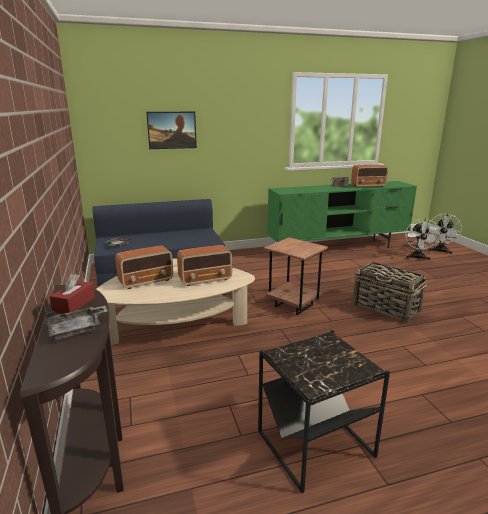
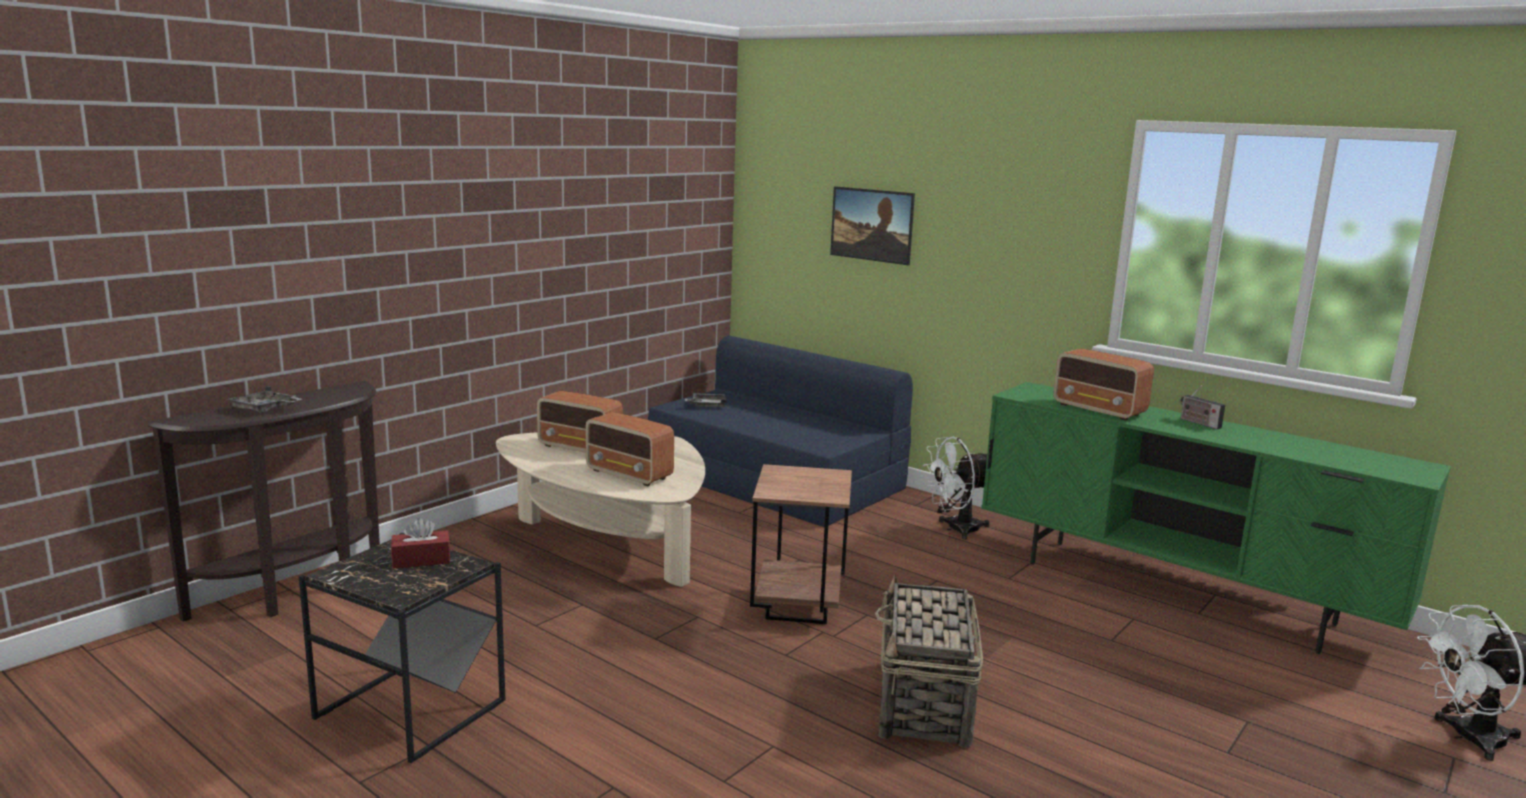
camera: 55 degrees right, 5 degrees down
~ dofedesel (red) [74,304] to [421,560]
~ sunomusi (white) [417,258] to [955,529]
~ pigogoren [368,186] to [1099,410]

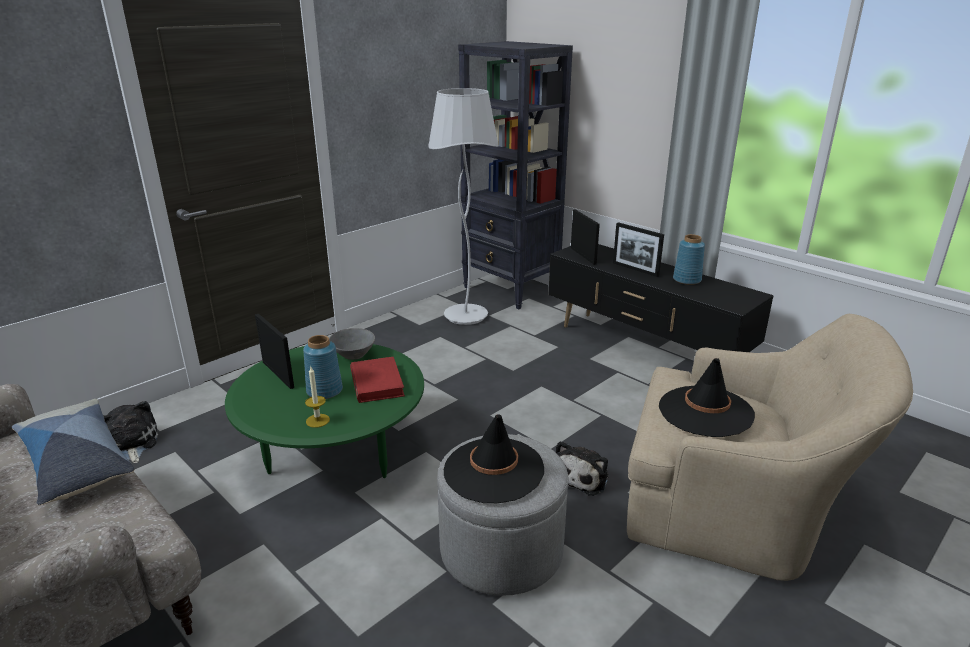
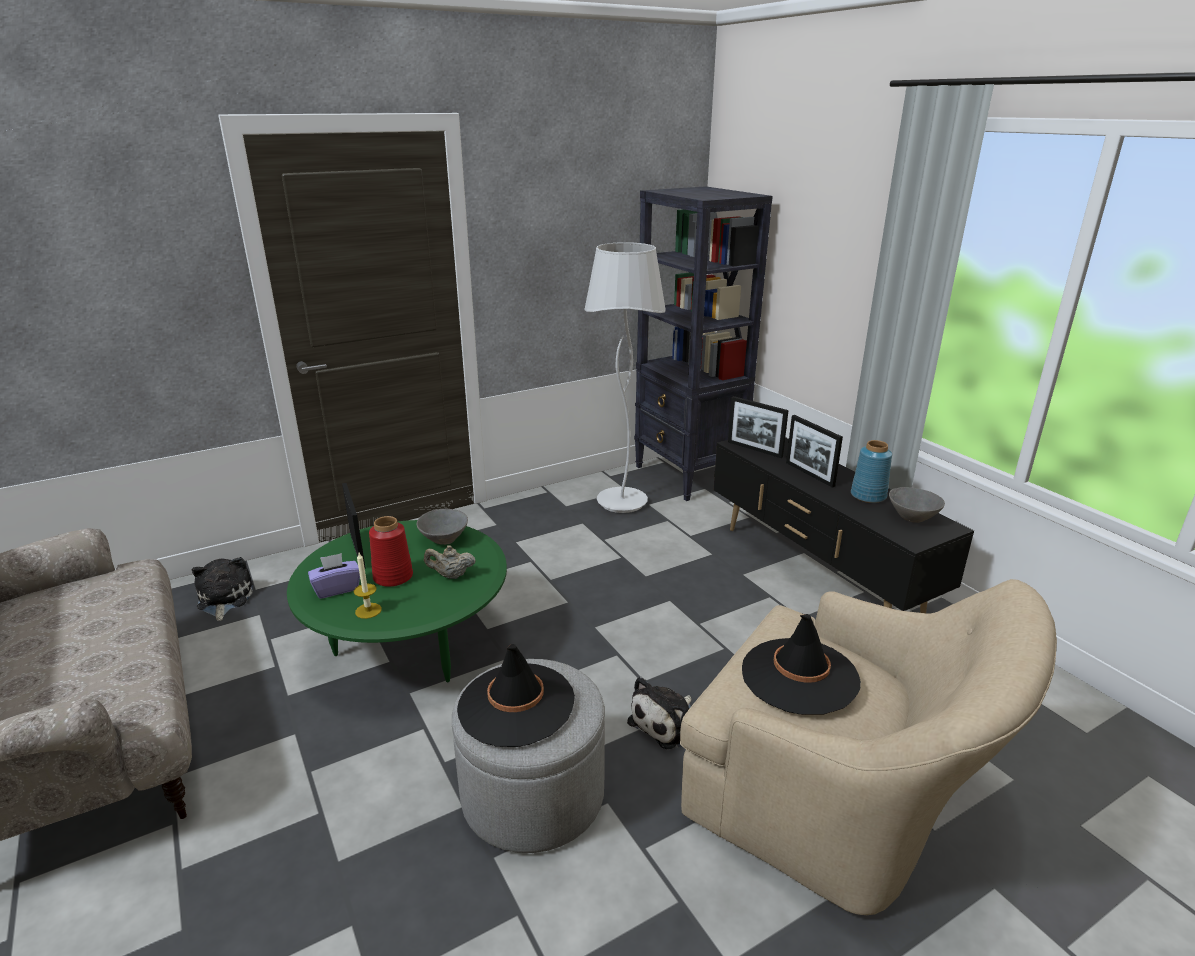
camera: 15 degrees right, 0 degrees up
+ dofedesel (purple) [337,588]
~ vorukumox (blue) [324,391] to vorukumox (red) [392,577]
~ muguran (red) [377,383] to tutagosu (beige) [451,575]
~ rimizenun [583,256] = [754,449] 135 degrees clockwise
+ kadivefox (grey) [912,517]
- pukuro [75,462]

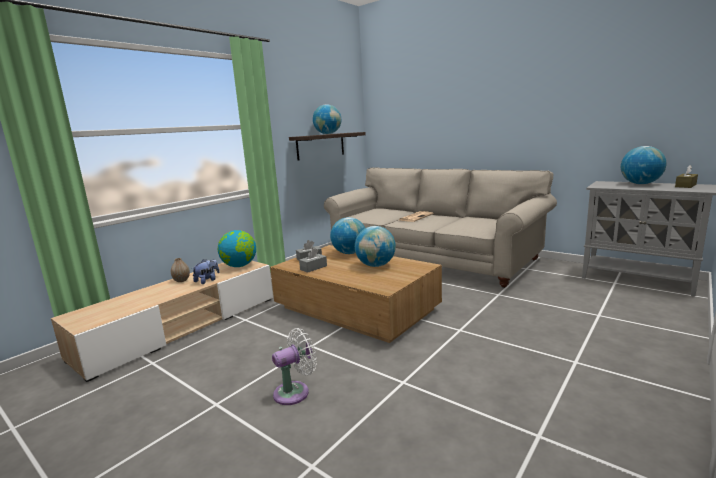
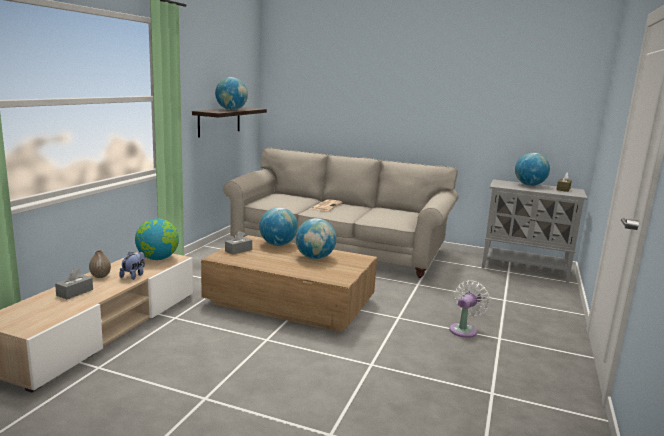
camera: 20 degrees left, 0 degrees up
~ dofedesel (grey) [313,268] to [75,292]
~ sunomusi (white) [295,392] to [464,330]

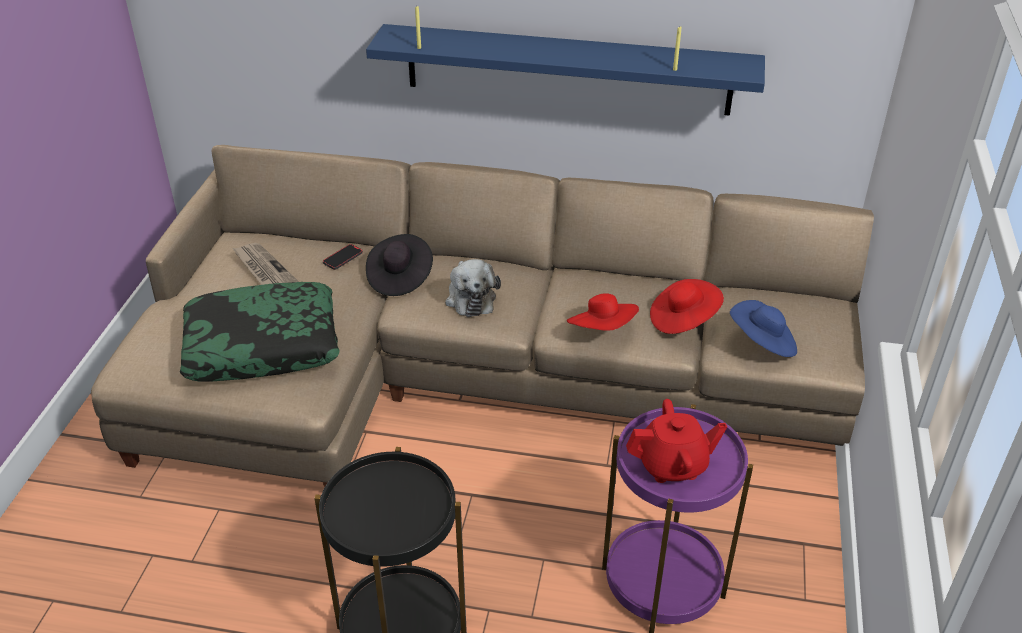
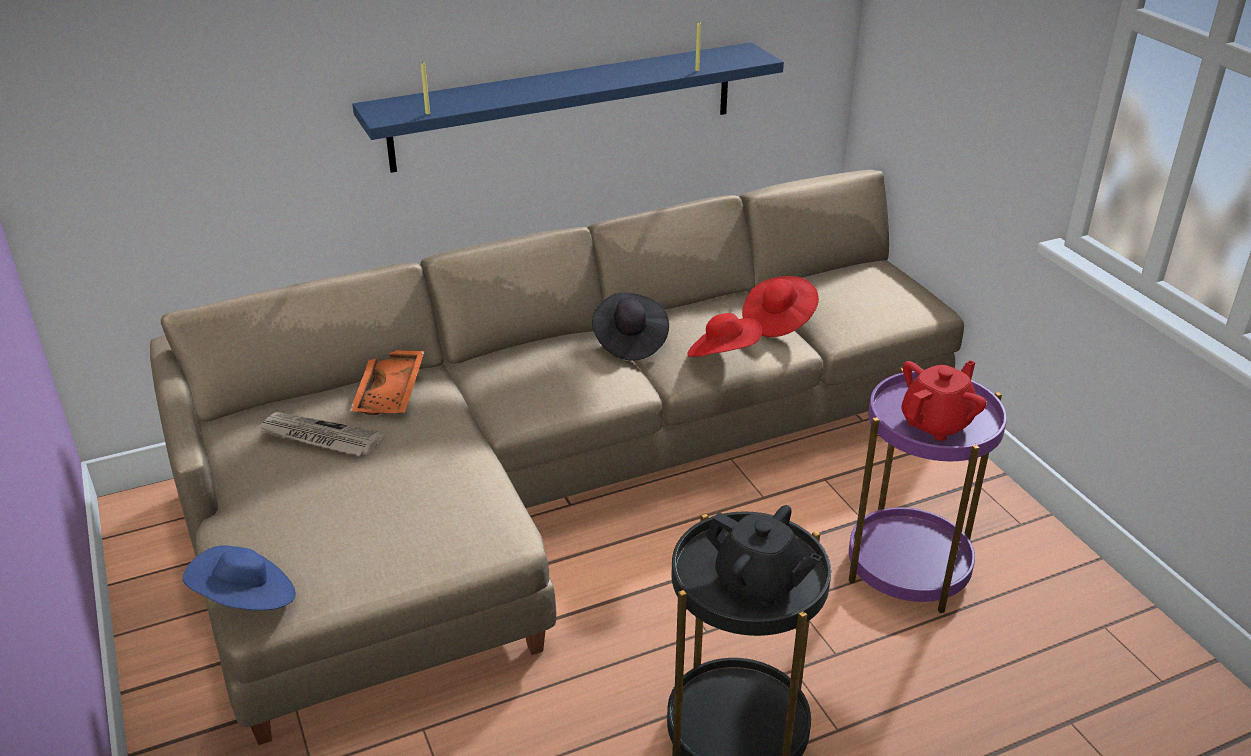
camera: 35 degrees left, 5 degrees down
~ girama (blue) [762,343] to [246,600]
~ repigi [343,258] to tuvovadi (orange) [391,392]
~ girama (black) [400,277] to [629,341]
+ tutagosu (black) [758,582]
- pukuro [262,345]
- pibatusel [470,297]

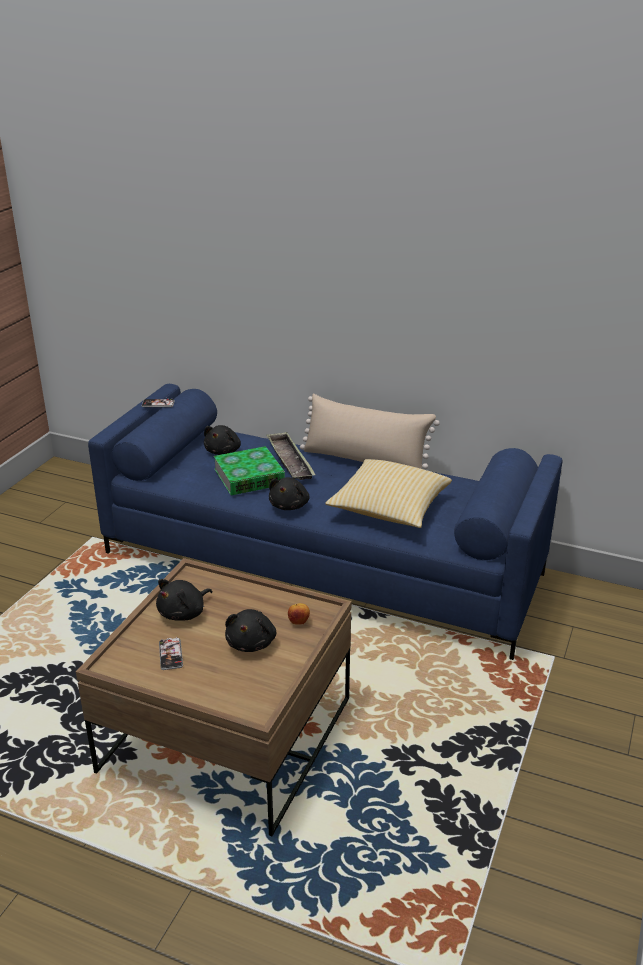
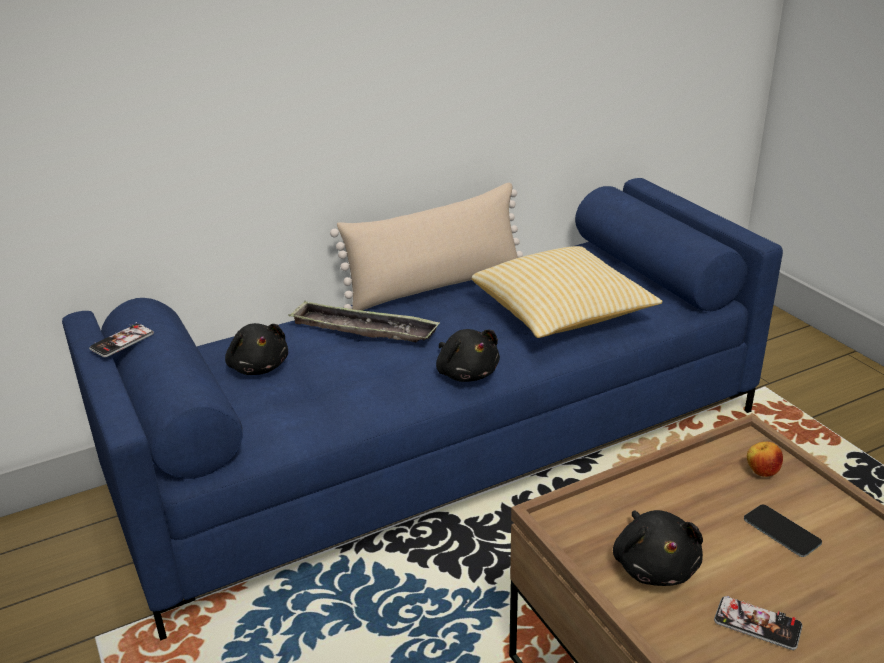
camera: 50 degrees left, 0 degrees up
~ pibatusel (black) [252,642] to repigi [781,531]
- muguran [249,477]

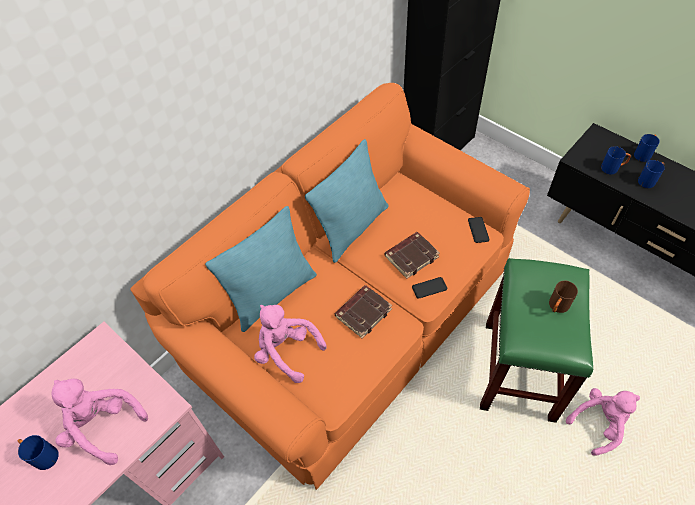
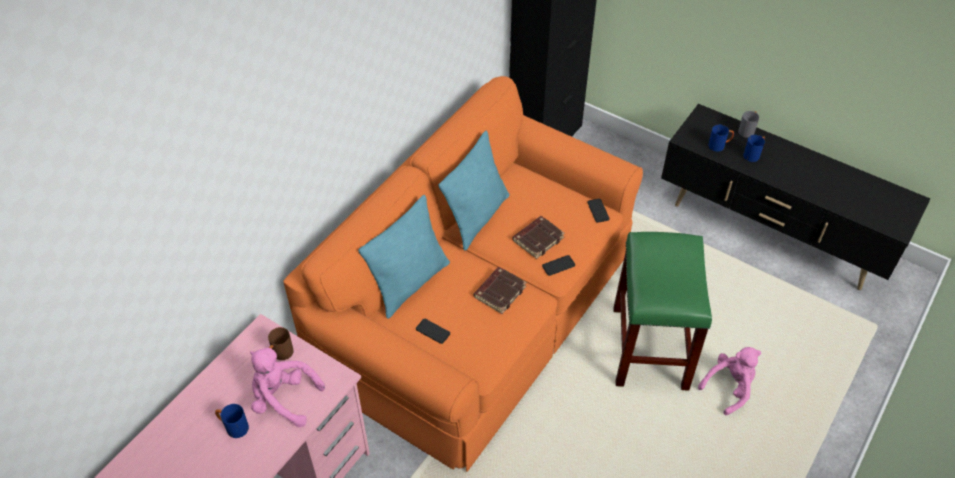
camera: 10 degrees left, 5 degrees down
~ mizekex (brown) [557,307] to [280,355]
~ pibatusel (pink) [286,351] to repigi [433,331]
~ mizekex (blue) [643,154] to mizekex (grey) [747,130]

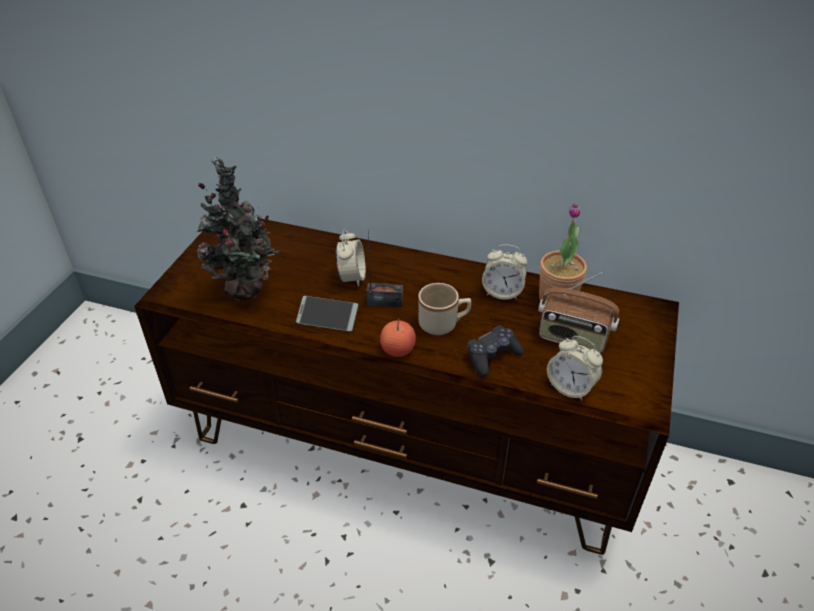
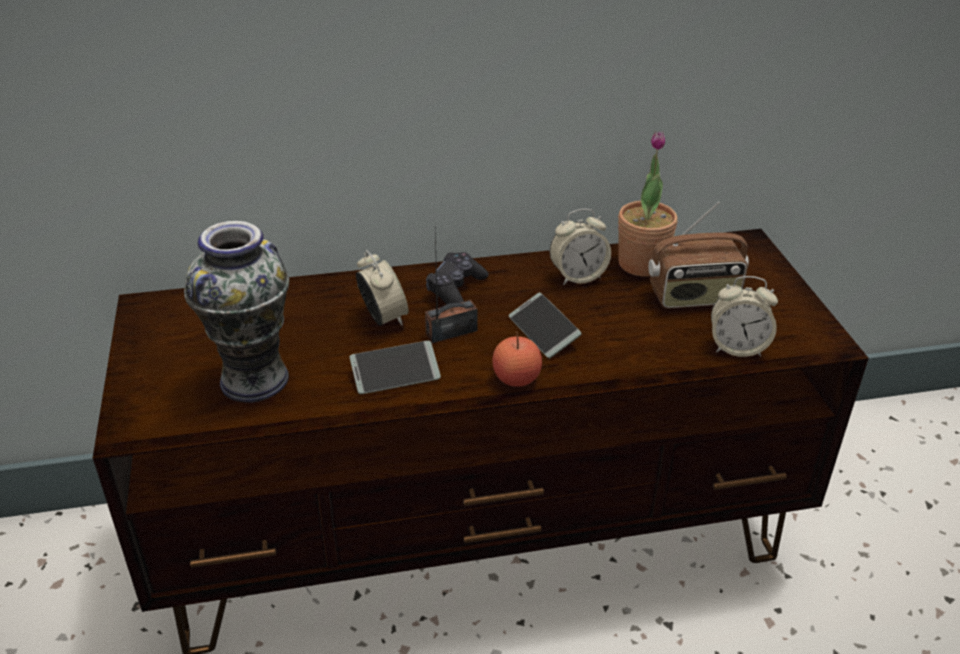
camera: 30 degrees left, 5 degrees down
~ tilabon [248,291] to vorukumox [254,380]
~ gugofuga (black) [492,356] to [456,289]
~ mizekex (beige) [443,324] to repigi [543,332]

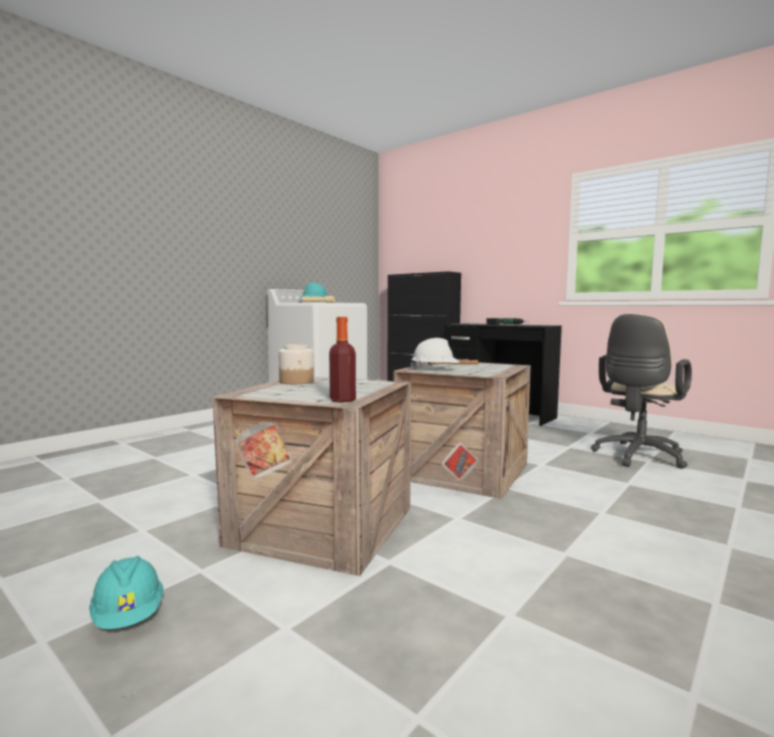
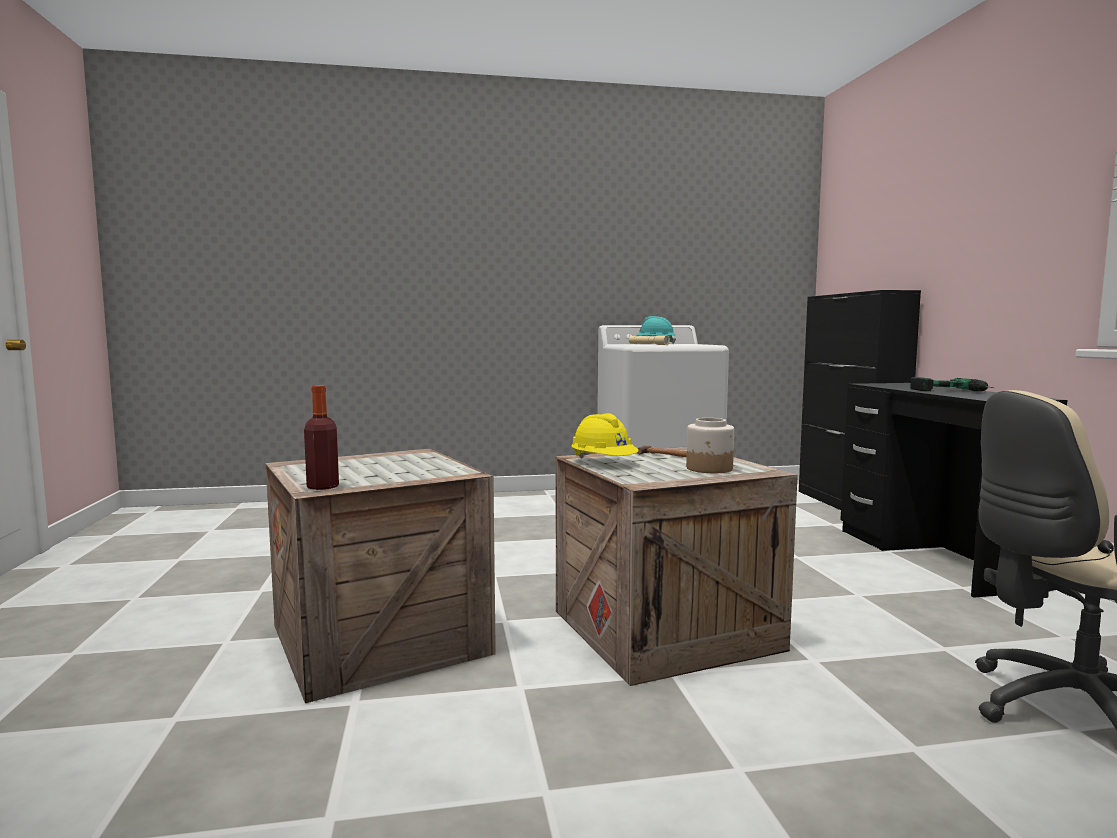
camera: 40 degrees right, 0 degrees up
~ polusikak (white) [435,370] to polusikak (yellow) [603,463]
~ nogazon [297,381] to [709,469]
- polusikak (turquoise) [129,616]

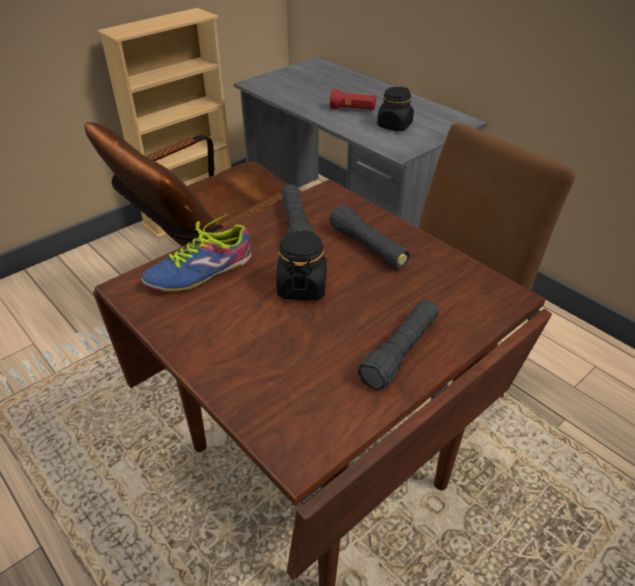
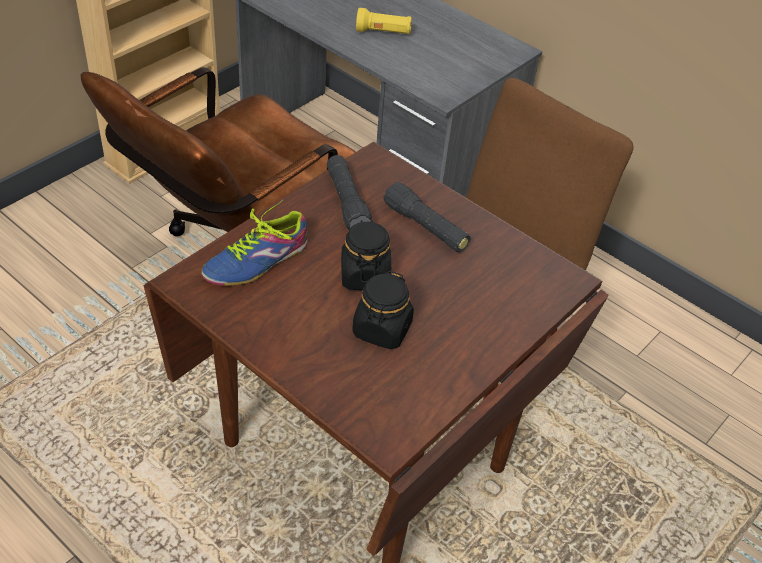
camera: 10 degrees left, 5 degrees up
~ nogazon (black) [394,125] to [382,330]
~ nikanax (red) [353,109] to nikanax (yellow) [383,32]
- nikanax (black) [400,352]

